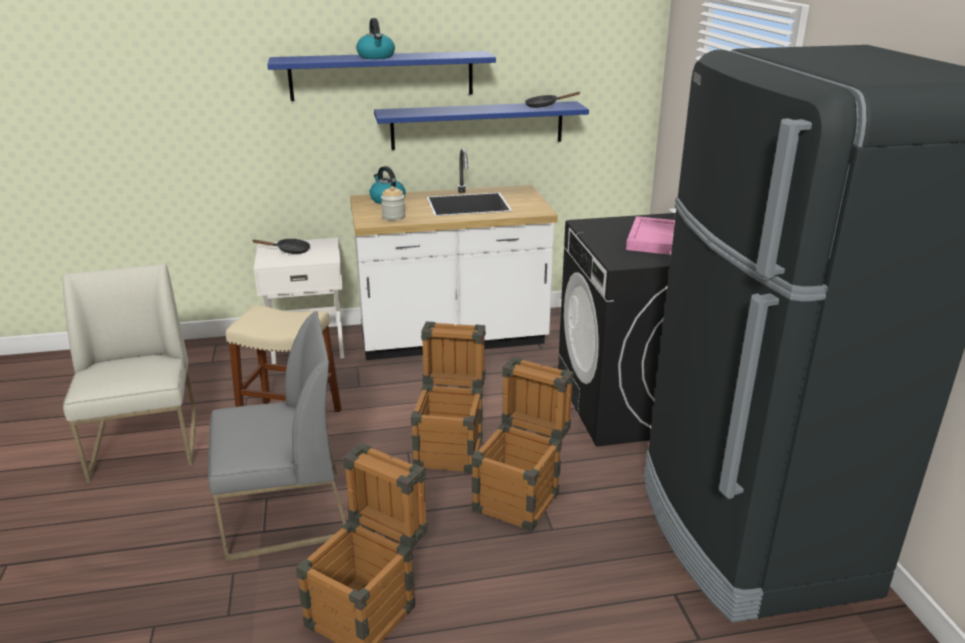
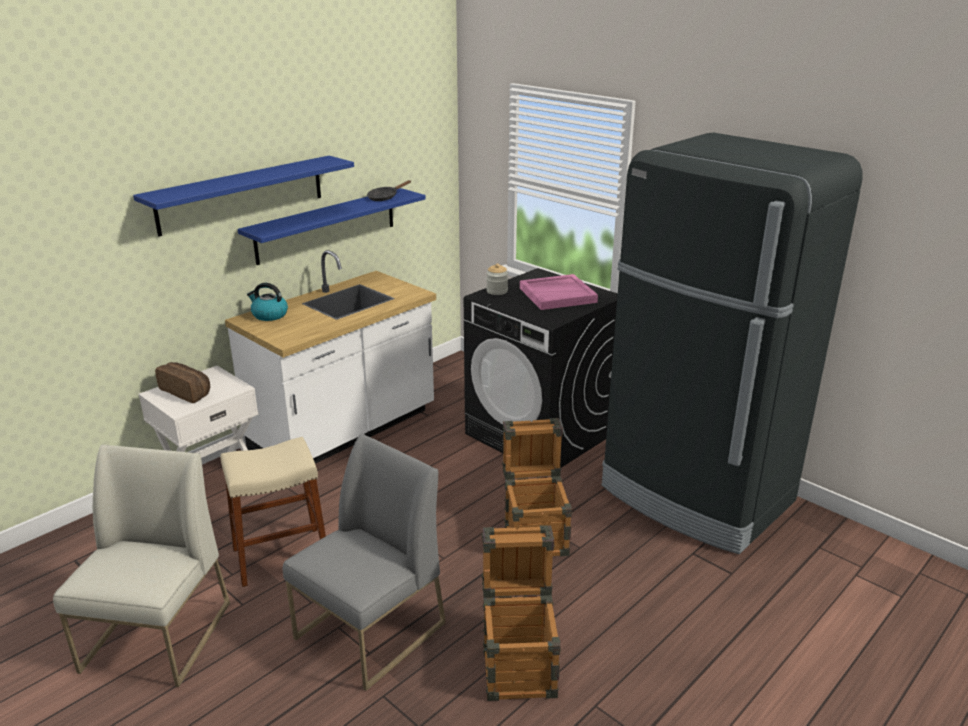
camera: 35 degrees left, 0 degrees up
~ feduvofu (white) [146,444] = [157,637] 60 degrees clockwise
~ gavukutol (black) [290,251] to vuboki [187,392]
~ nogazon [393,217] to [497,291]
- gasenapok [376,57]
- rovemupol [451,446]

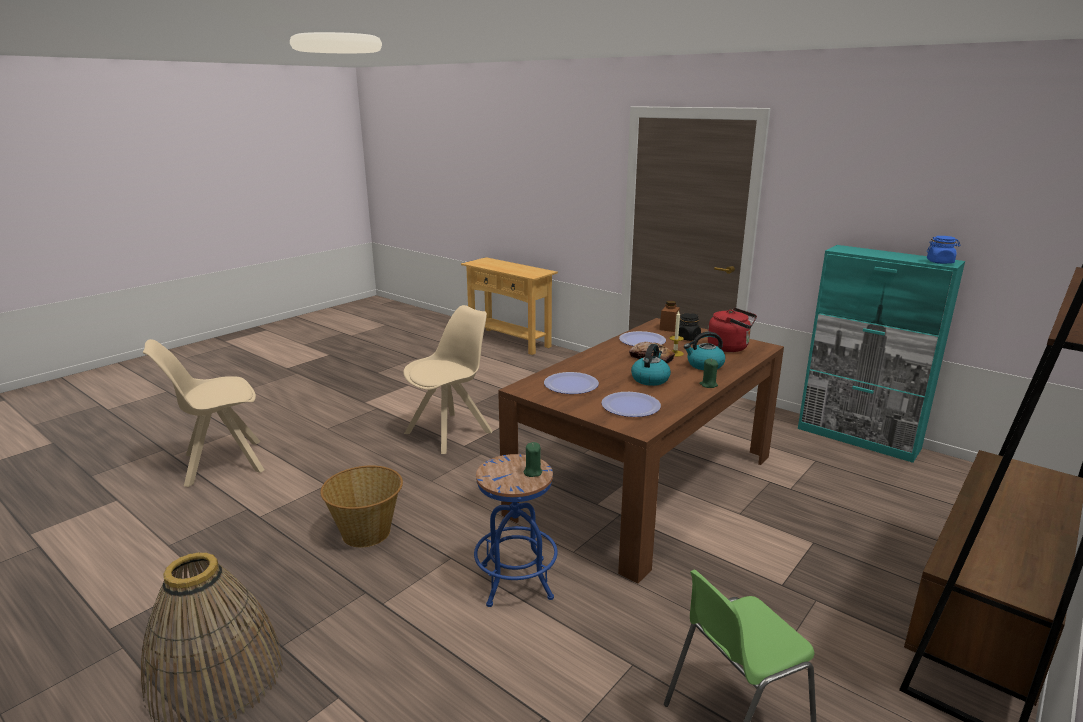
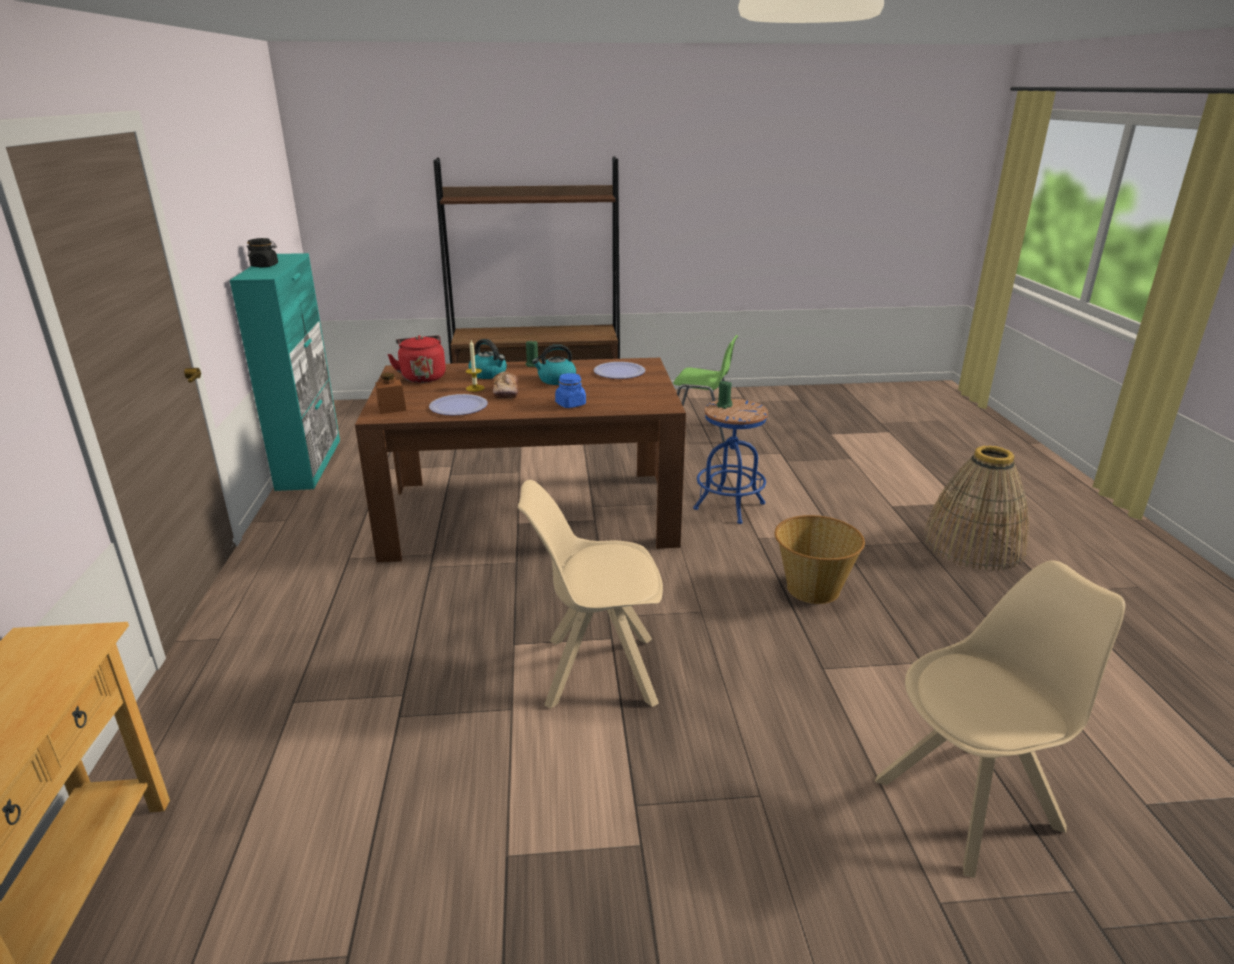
camera: 135 degrees left, 5 degrees up
~ nogazon (black) [687,338] to [265,266]
~ nogazon (blue) [940,262] to [570,404]
~ feduvofu (beige) [221,463] = [972,802] 45 degrees counterclockwise
- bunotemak [571,385]

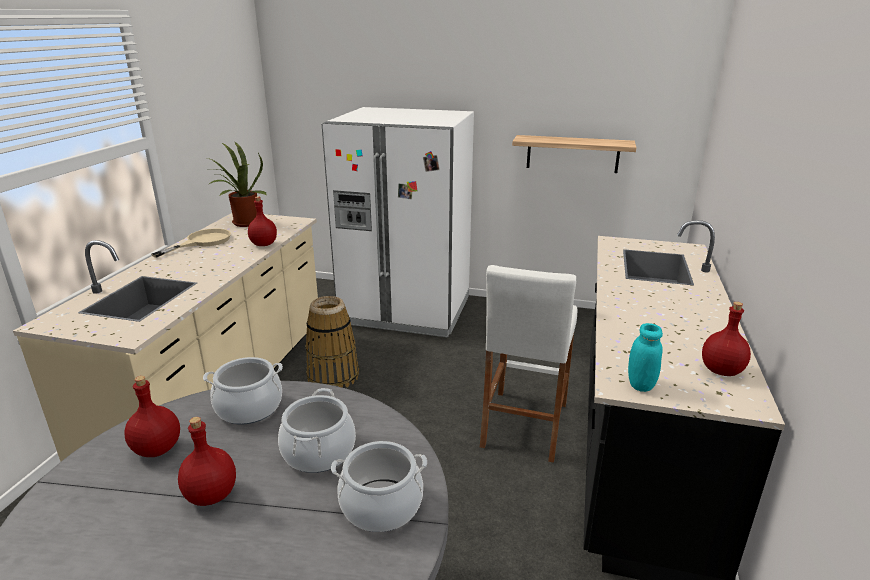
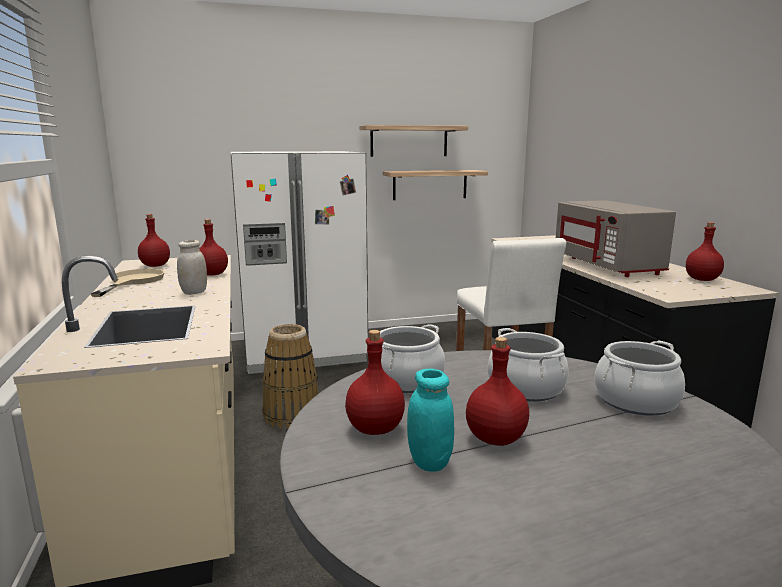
camera: 30 degrees left, 10 degrees down
~ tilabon [243,223] to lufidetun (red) [154,266]
+ nogazon (white) [194,292]
+ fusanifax [409,141]
~ nogazon (turquoise) [640,385] to [429,462]
+ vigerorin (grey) [607,266]

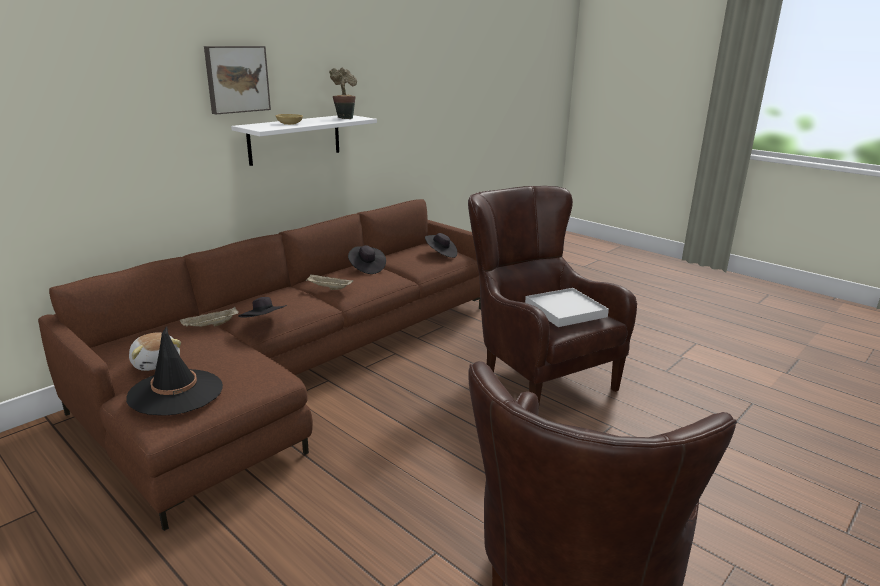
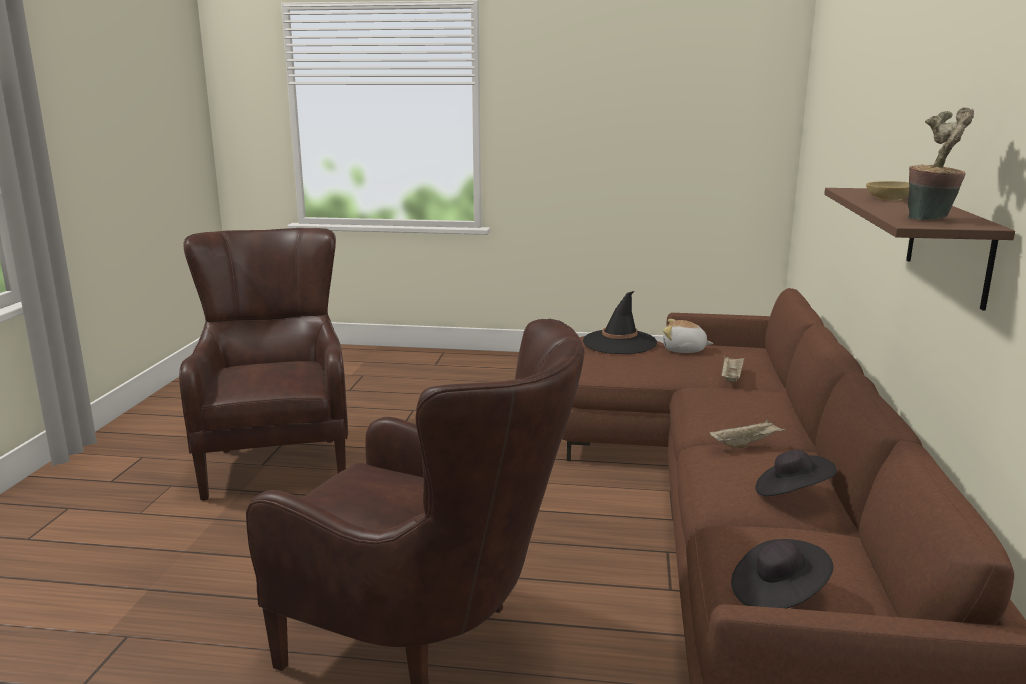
camera: 145 degrees right, 5 degrees down
~ fusanifax (white) [295,139] to fusanifax (brown) [948,244]
- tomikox [236,79]
- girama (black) [265,323]
- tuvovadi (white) [565,310]

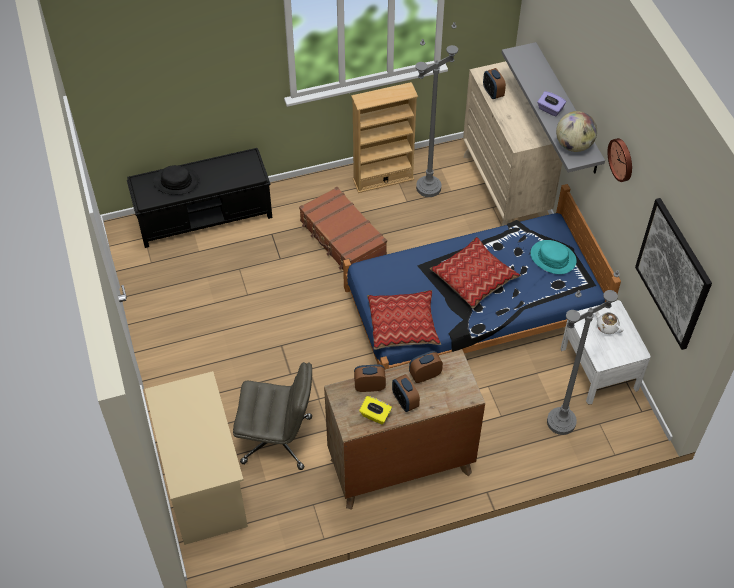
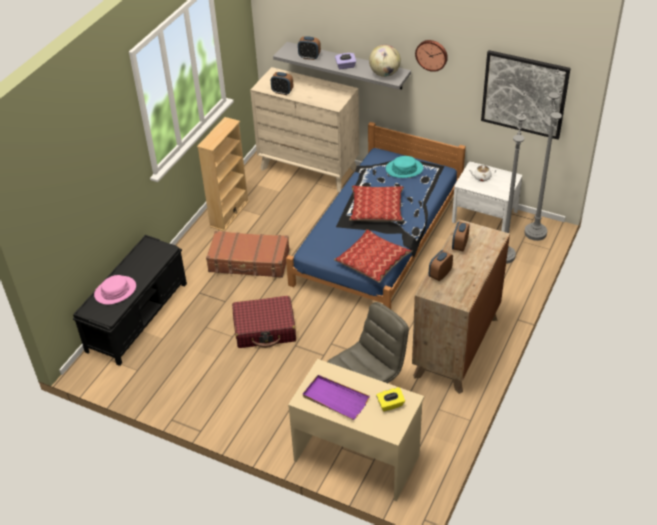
camera: 45 degrees left, 10 degrees down
~ girama (black) [176,181] to girama (pink) [115,291]
+ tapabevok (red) [265,329]
~ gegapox [405,401] to [309,57]
+ tuvovadi (purple) [335,399]
~ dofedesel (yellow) [375,415] to [390,405]
~ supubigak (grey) [428,188] to [535,233]

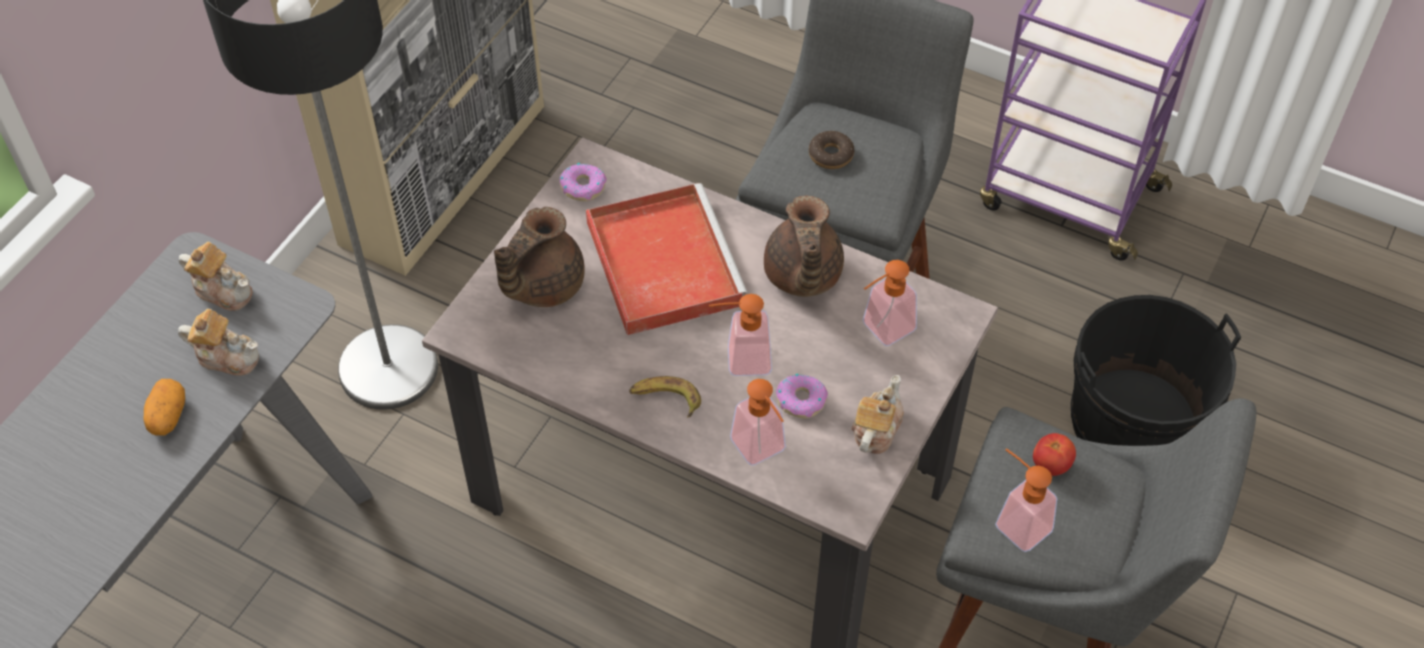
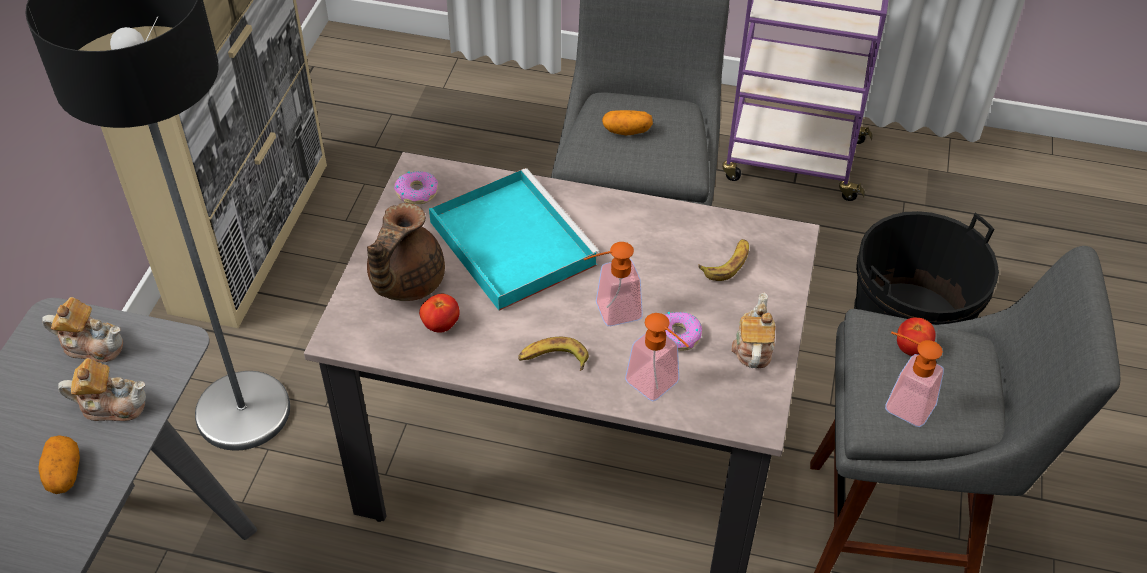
camera: 15 degrees left, 5 degrees down
+ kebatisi [440,325]
~ tuvovadi (red) [661,261] to tuvovadi (turquoise) [510,241]
~ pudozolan [831,155] to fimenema [627,131]
~ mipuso [881,331] to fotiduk [727,263]
- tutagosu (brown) [802,276]

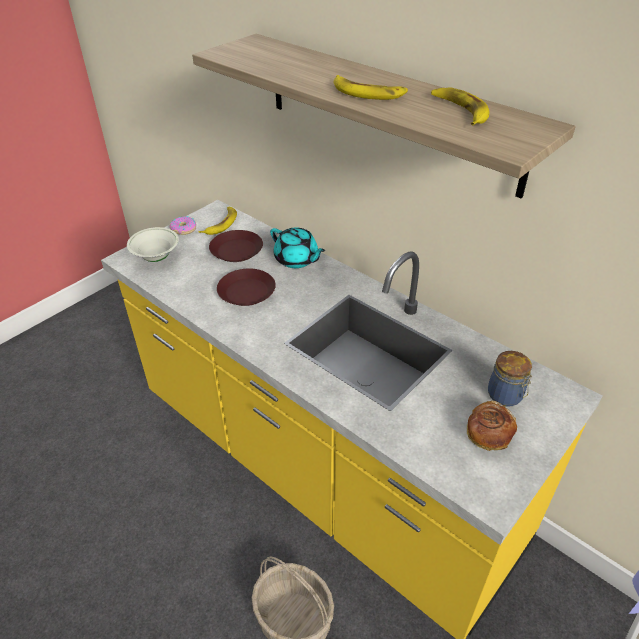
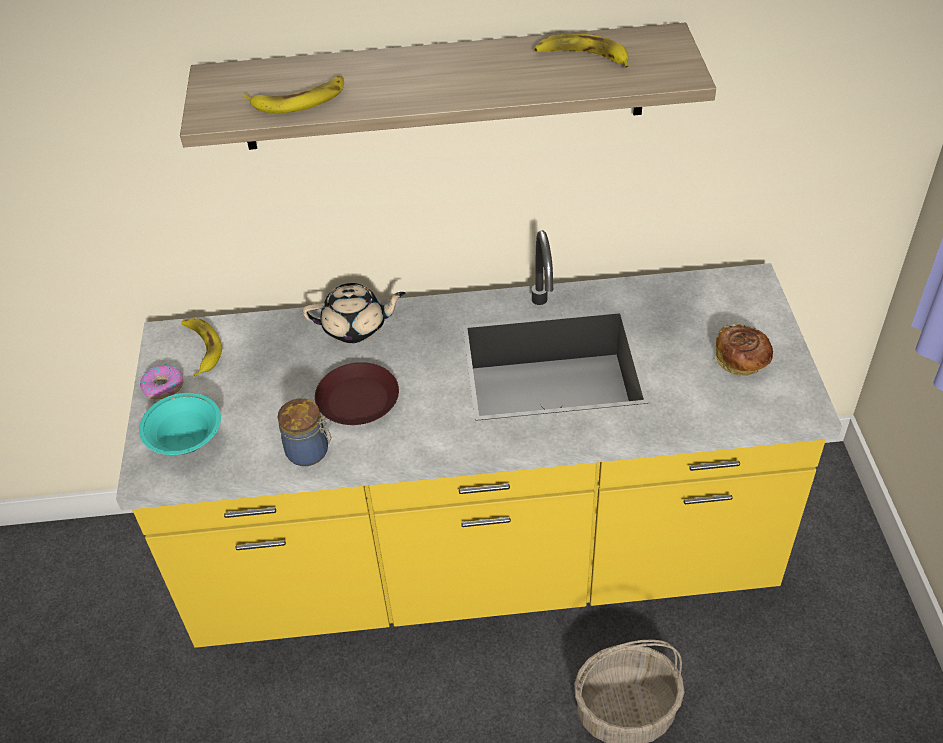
camera: 45 degrees left, 5 degrees up
~ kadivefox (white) [156,257] to kadivefox (turquoise) [187,442]
~ fotiduk [367,93] to [299,100]
~ nogazon [506,396] to [309,452]
~ tutagosu (turquoise) [297,260] to tutagosu (beige) [356,327]
- bunotemak (brown) [236,250]

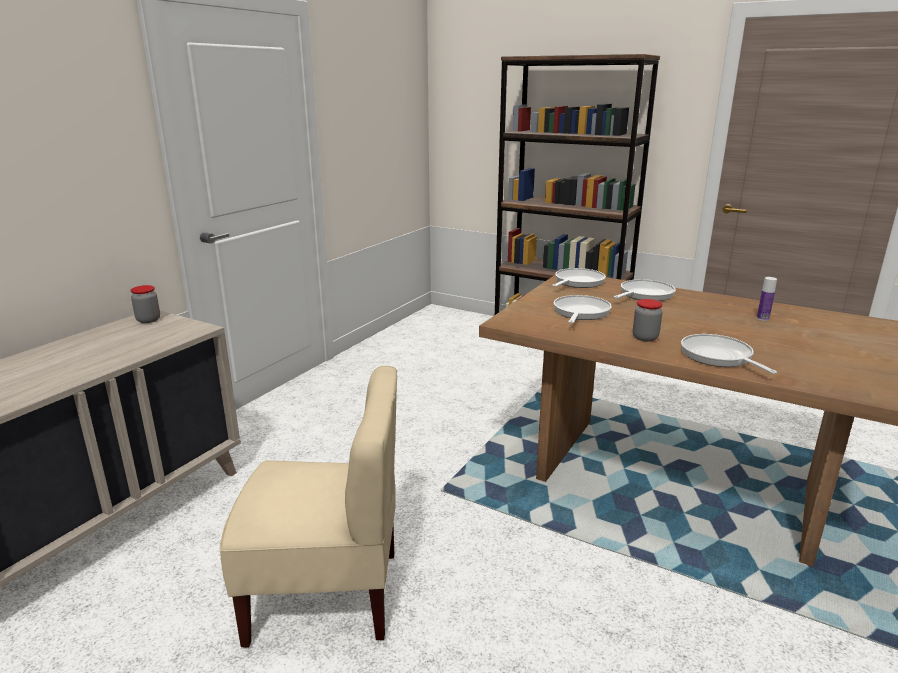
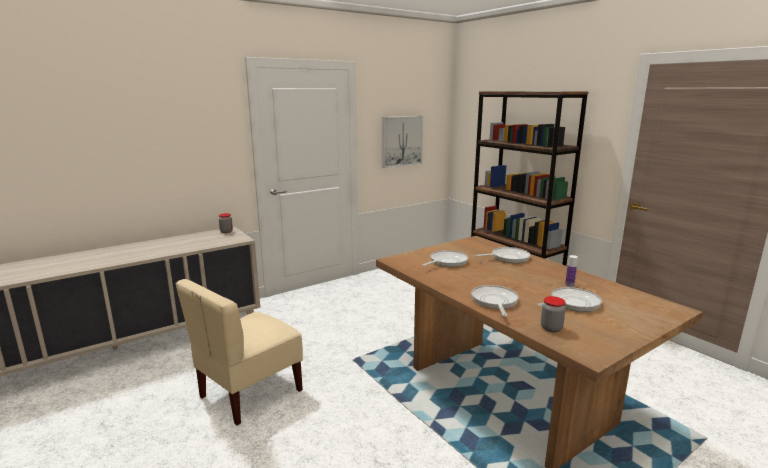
camera: 25 degrees right, 5 degrees down
~ feduvofu (beige) [326,594] = [250,393] 105 degrees clockwise
+ tomikox [401,141]
~ gavukutol [577,282] to [572,303]
~ nogazon [645,337] to [551,328]

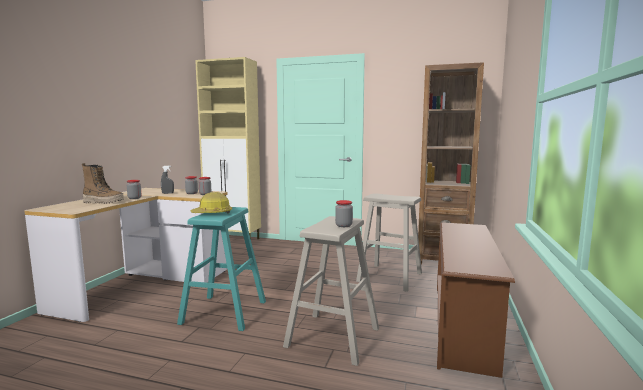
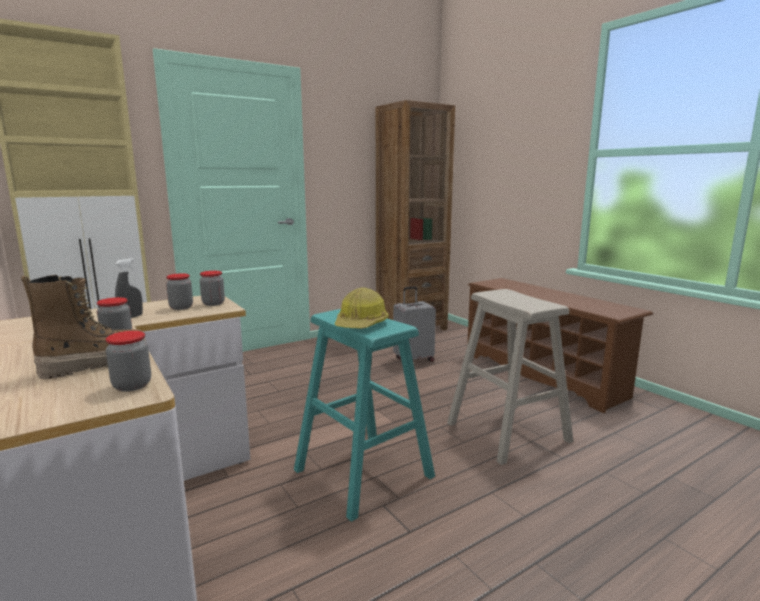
camera: 50 degrees left, 5 degrees up
~ nogazon [343,225] to [132,385]
~ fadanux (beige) [390,277] to tapabevok (grey) [413,359]

